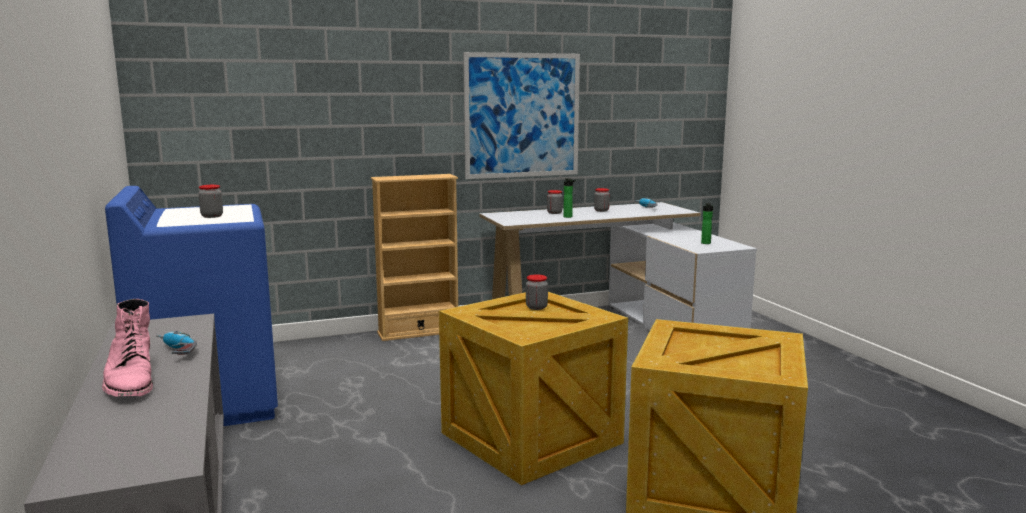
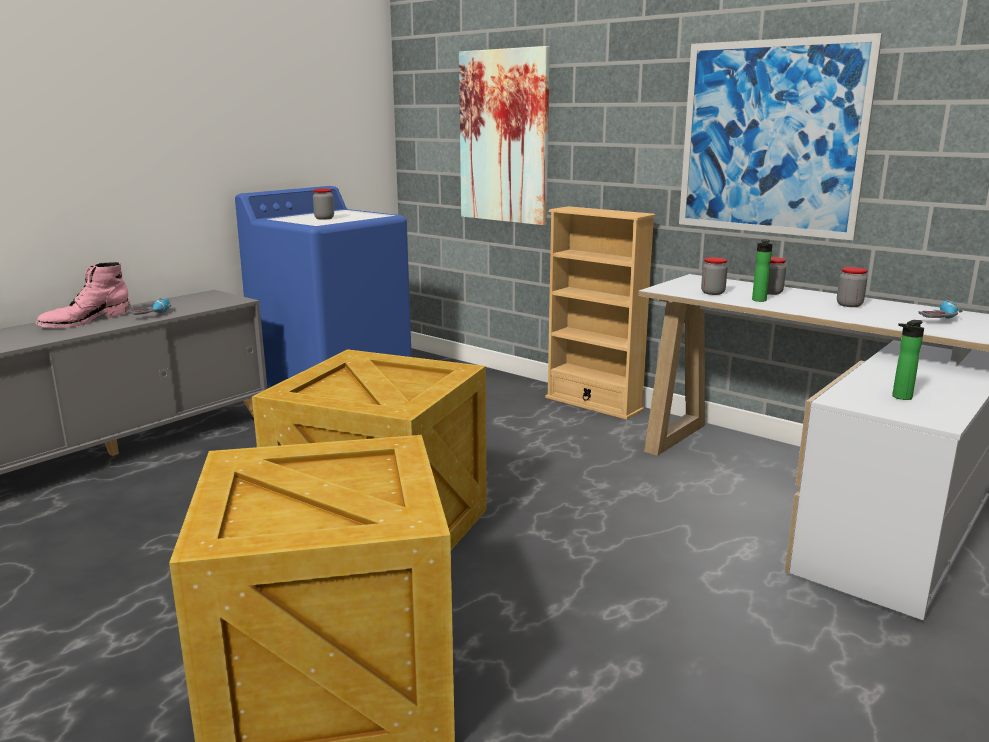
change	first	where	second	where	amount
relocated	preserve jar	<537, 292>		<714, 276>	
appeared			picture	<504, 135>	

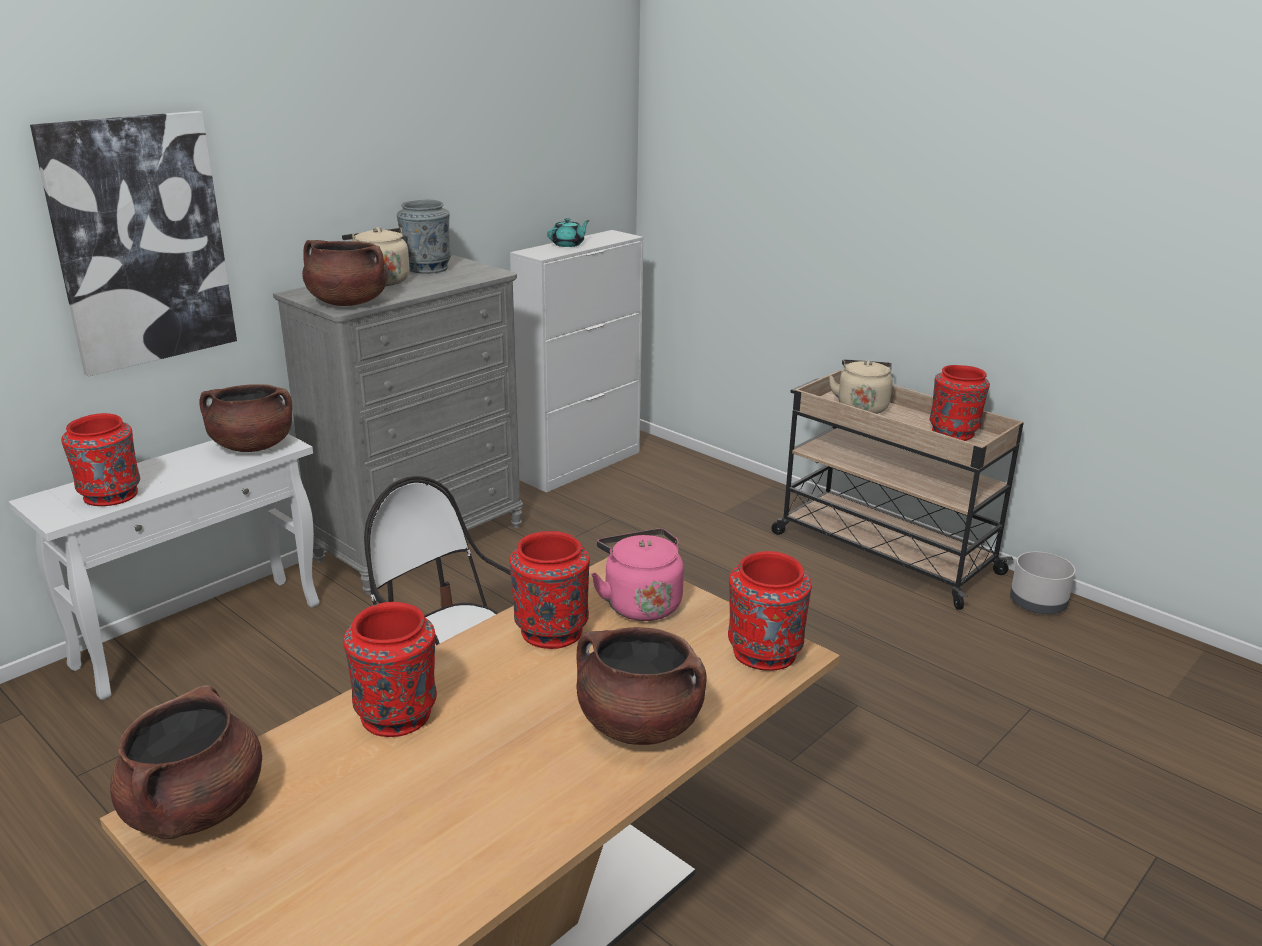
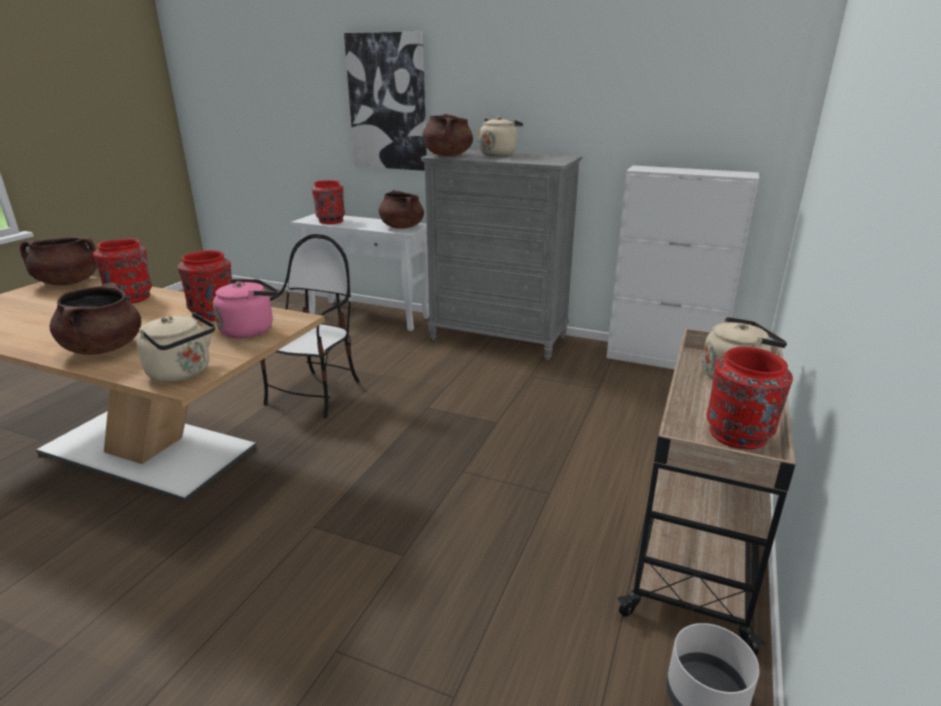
change	first	where	second	where	amount
missing	gray vase	<424, 237>			
missing	turquoise-coloured pot for tea	<568, 232>			
exchanged	red-coloured vase	<770, 611>	beige-coloured kettle	<176, 347>	

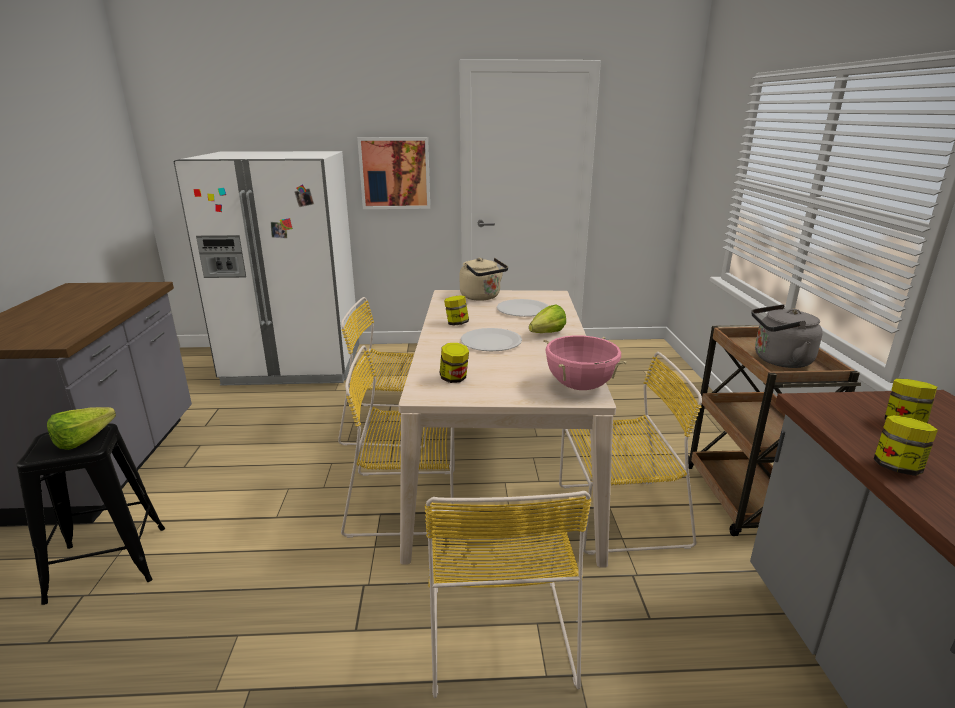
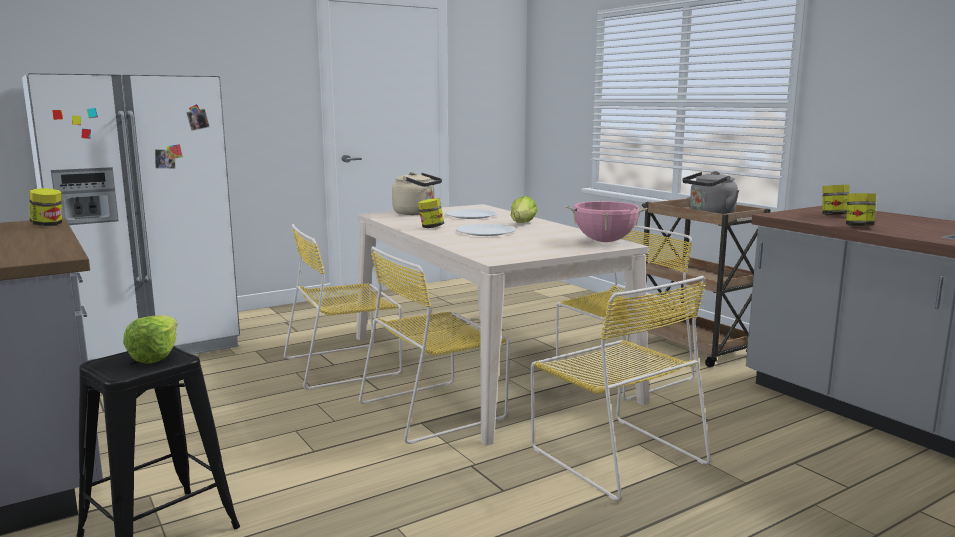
change	first	where	second	where	amount
missing	picture	<393, 173>			
relocated	preserve jar	<454, 363>		<45, 207>	

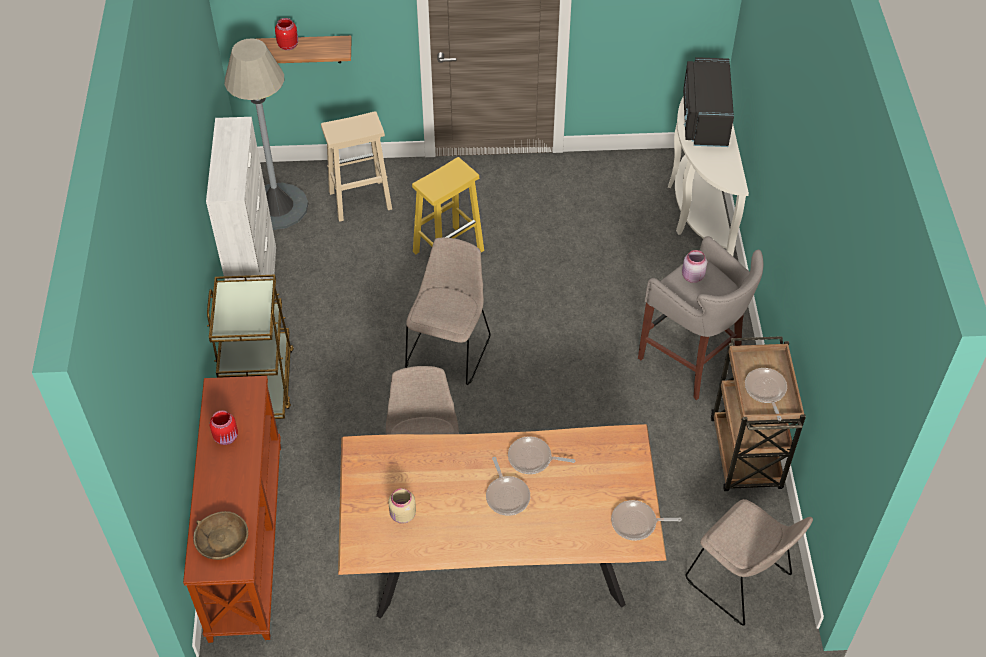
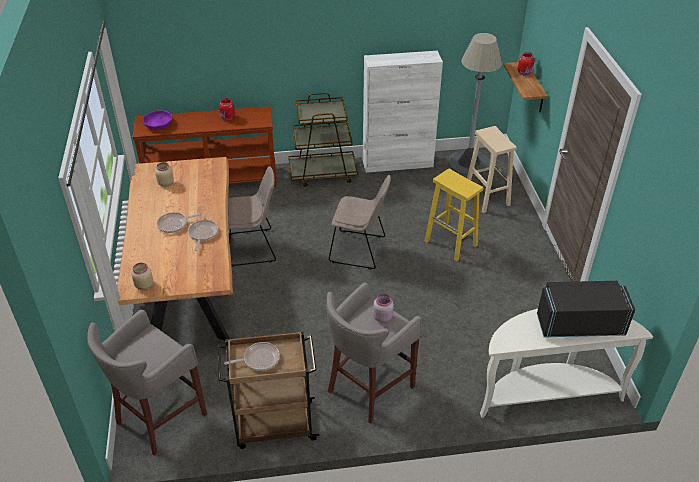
change	first	where	second	where	amount
colour	brownish bowl	<220, 535>	purplish bowl	<157, 120>	
exchanged	frying pan	<646, 520>	beige-coloured preserve jar	<142, 276>	
exchanged	beige-coloured chair	<749, 562>	gray stool seat	<147, 383>	

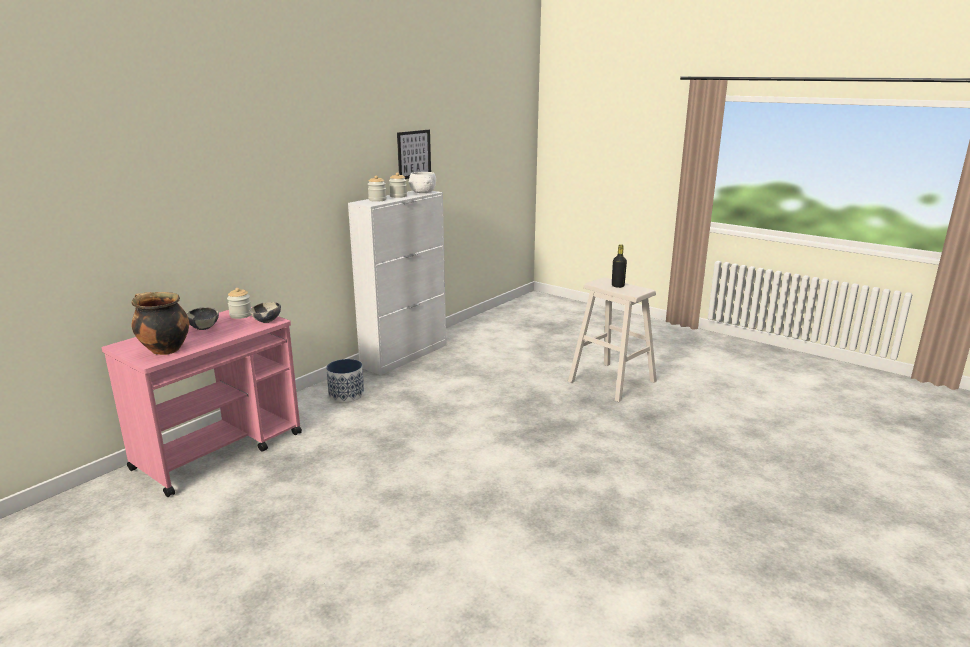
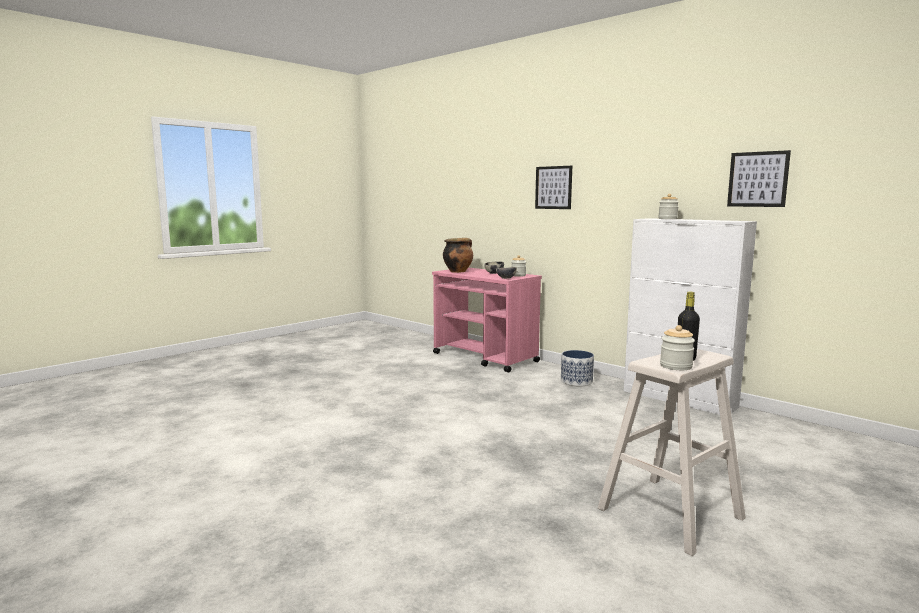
change	first	where	second	where	amount
relocated	preserve jar	<398, 185>		<677, 347>	
missing	white bowl	<422, 182>			
appeared			picture	<553, 187>	

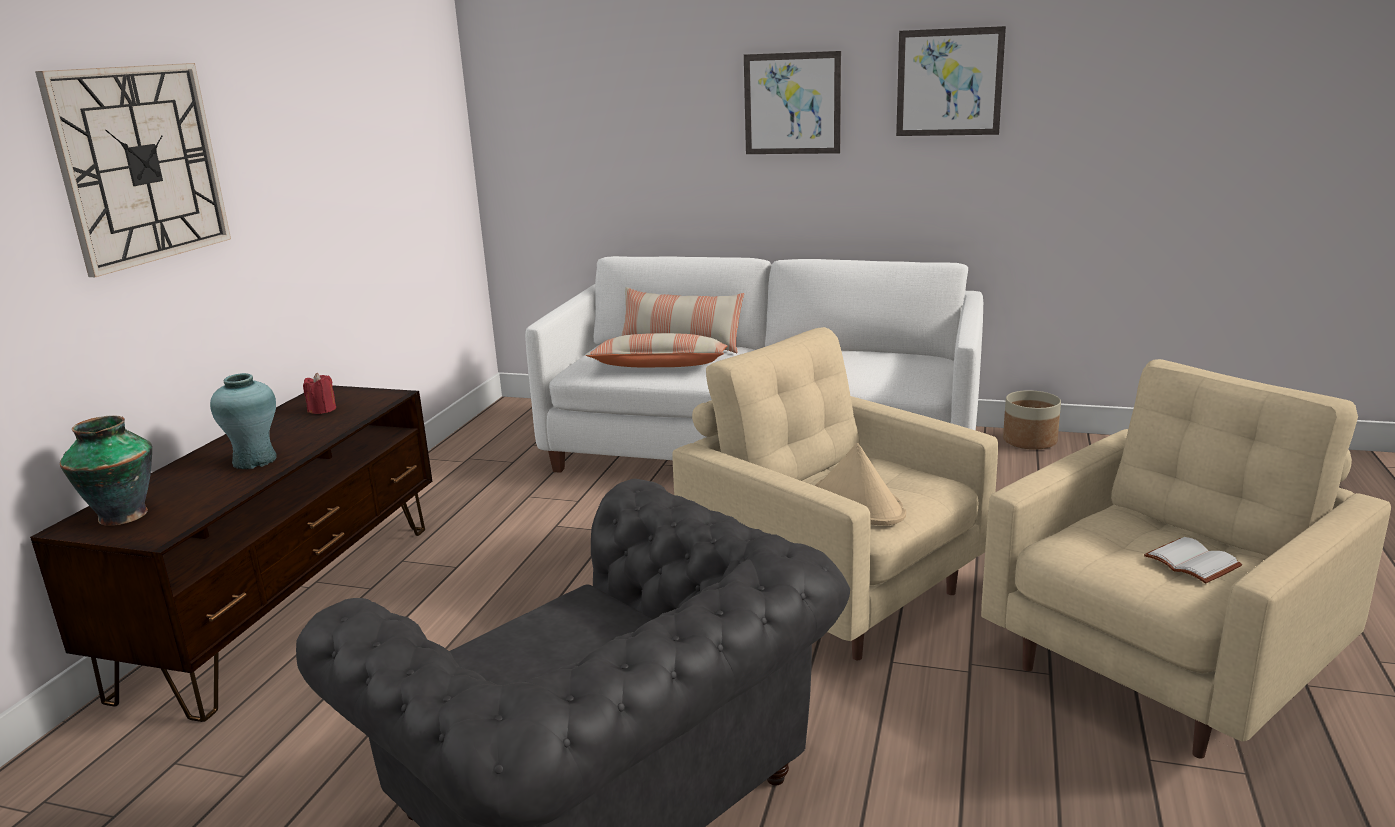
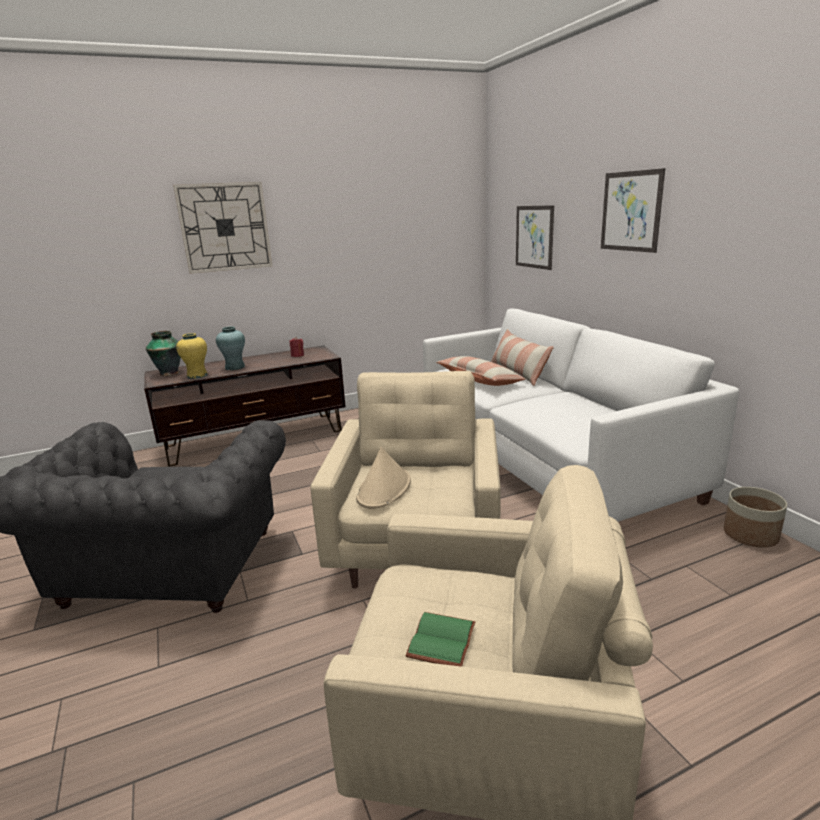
change	first	where	second	where	amount
relocated	picture	<951, 81>		<535, 237>	
colour	white volume	<1193, 560>	greenish volume	<440, 639>	
appeared			yellow-coloured vase	<192, 356>	

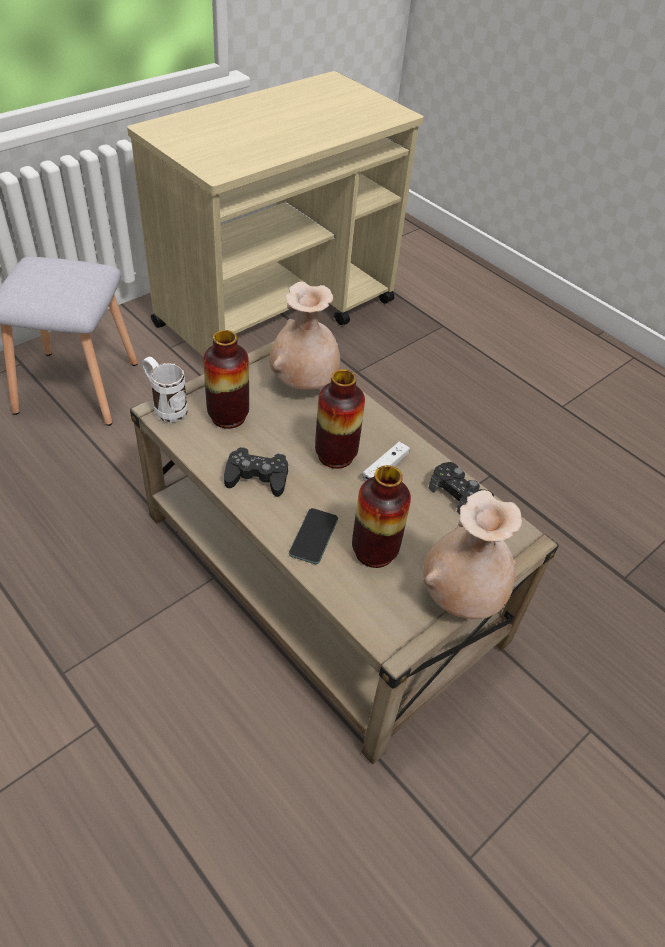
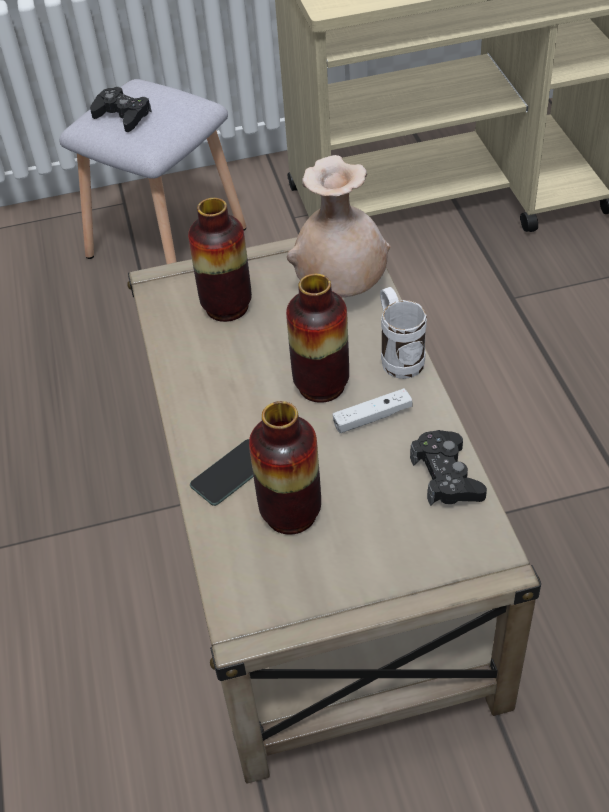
change	first	where	second	where	amount
relocated	white mug	<165, 390>		<403, 333>	
relocated	black-coloured game controller	<256, 472>		<121, 109>	
missing	beige-coloured vase	<472, 554>			

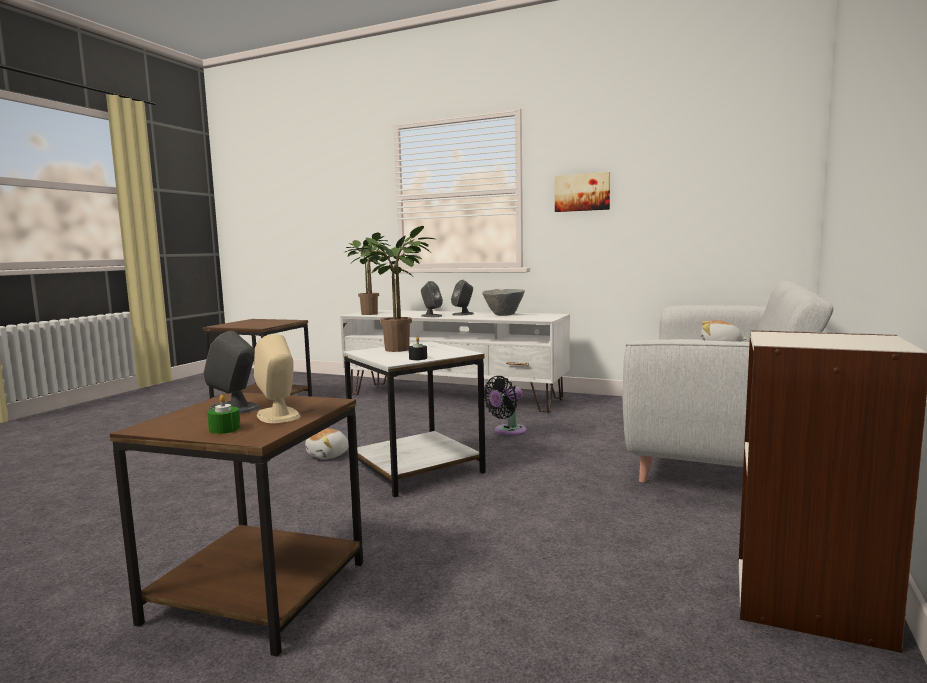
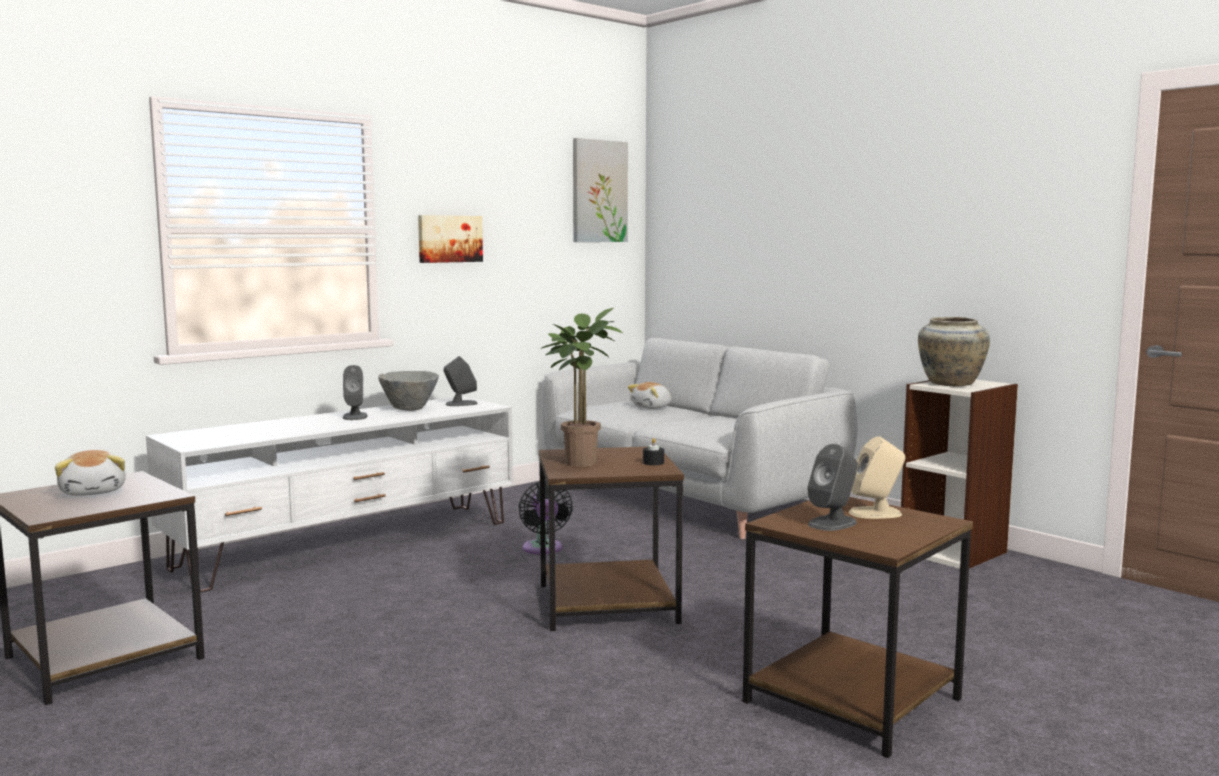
change	first	where	second	where	amount
missing	greenish candle	<224, 414>			
relocated	soft toy	<327, 443>		<90, 473>	
colour	white side table	<414, 419>	brownish side table	<611, 539>	
missing	potted plant	<367, 273>			
relocated	gray loudspeaker	<432, 299>		<461, 381>	
appeared			picture	<600, 190>	
appeared			beige-coloured vase	<954, 351>	

